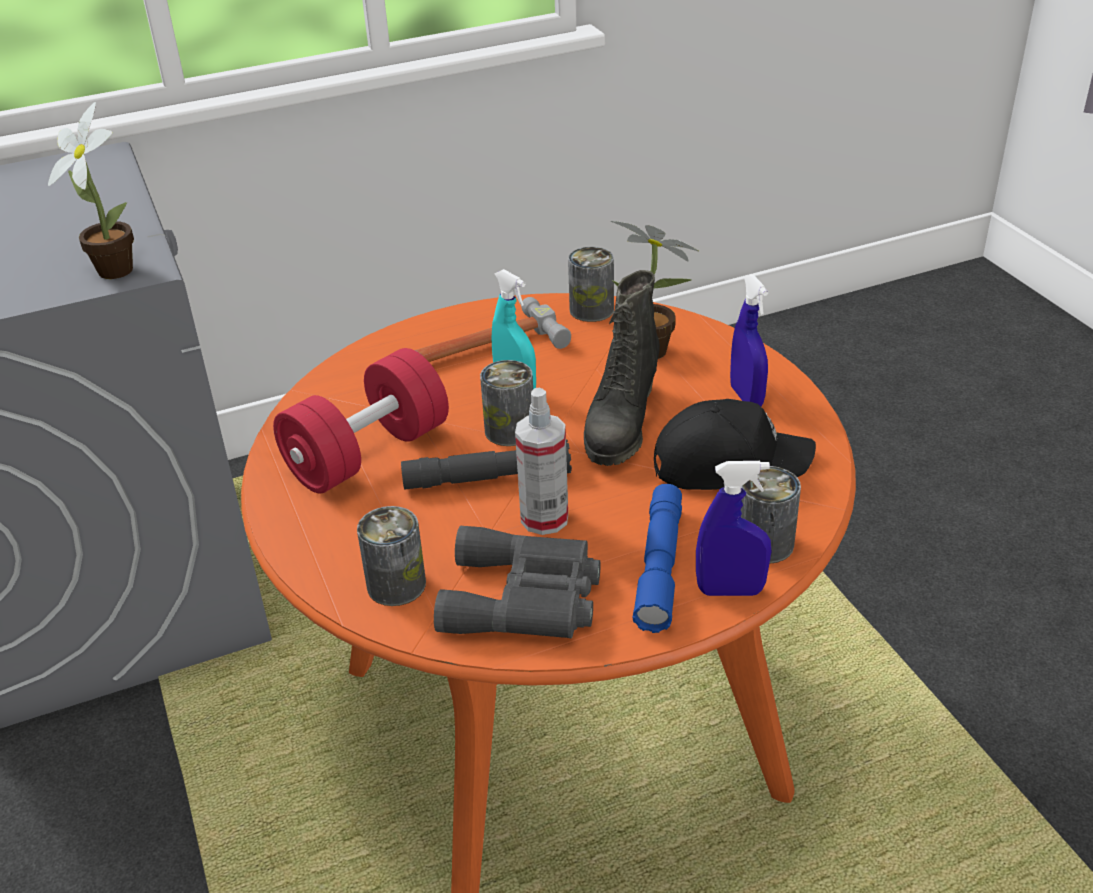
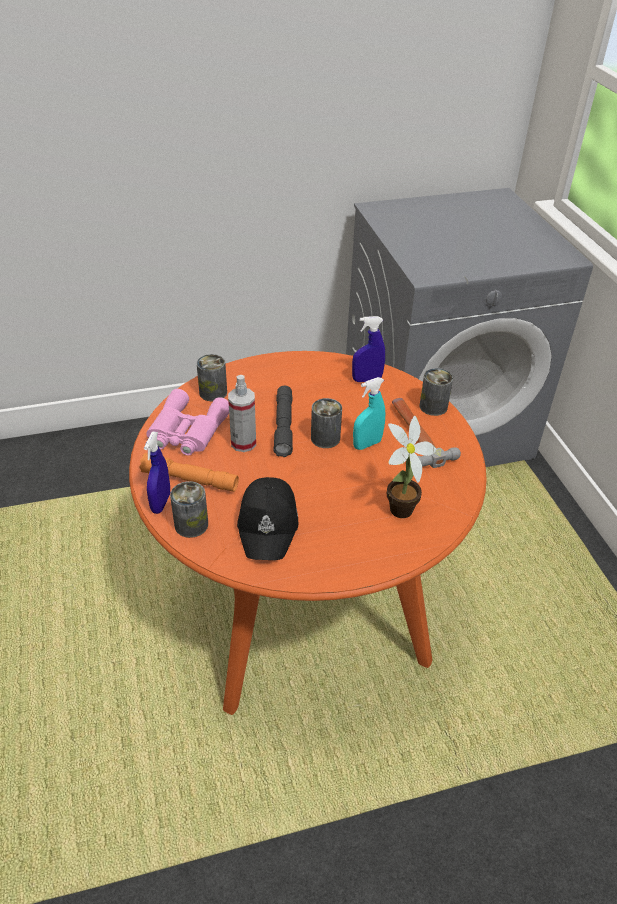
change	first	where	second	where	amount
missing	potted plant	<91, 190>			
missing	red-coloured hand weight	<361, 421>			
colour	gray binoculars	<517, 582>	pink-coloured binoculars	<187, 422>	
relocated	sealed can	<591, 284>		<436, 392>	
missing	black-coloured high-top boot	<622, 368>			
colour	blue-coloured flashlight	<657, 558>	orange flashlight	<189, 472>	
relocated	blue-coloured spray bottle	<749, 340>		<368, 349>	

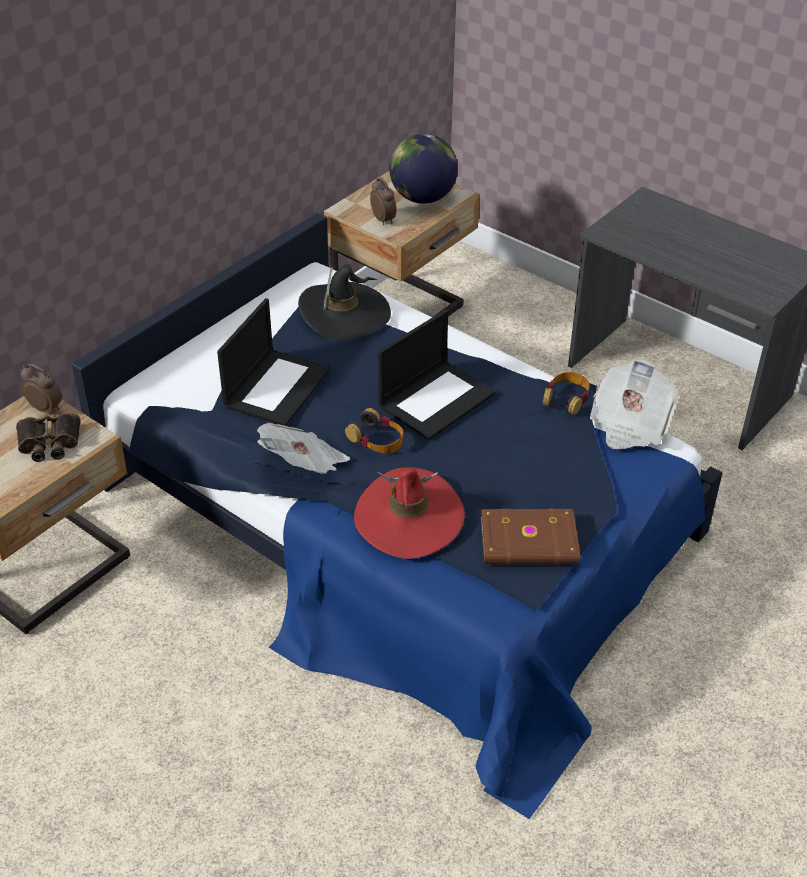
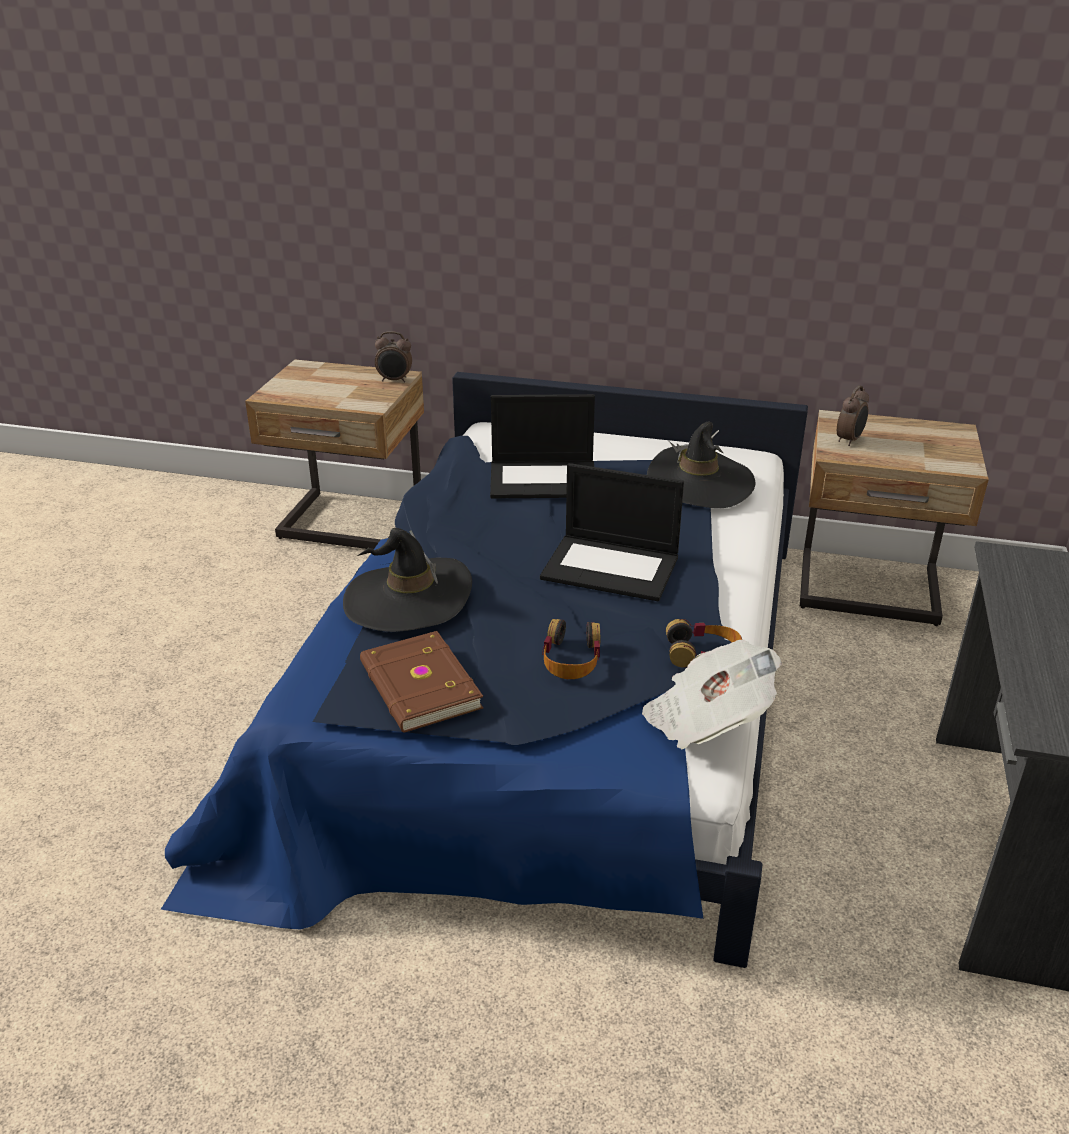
change	first	where	second	where	amount
missing	binoculars	<48, 437>			
spun	table clock	<41, 389>		<393, 357>	90 degrees clockwise
missing	printed paper	<303, 448>			
relocated	pair of headphones	<374, 431>		<571, 649>	
colour	red-coloured wearable hat	<409, 513>	black-coloured wearable hat	<407, 580>	
missing	globe	<423, 169>			

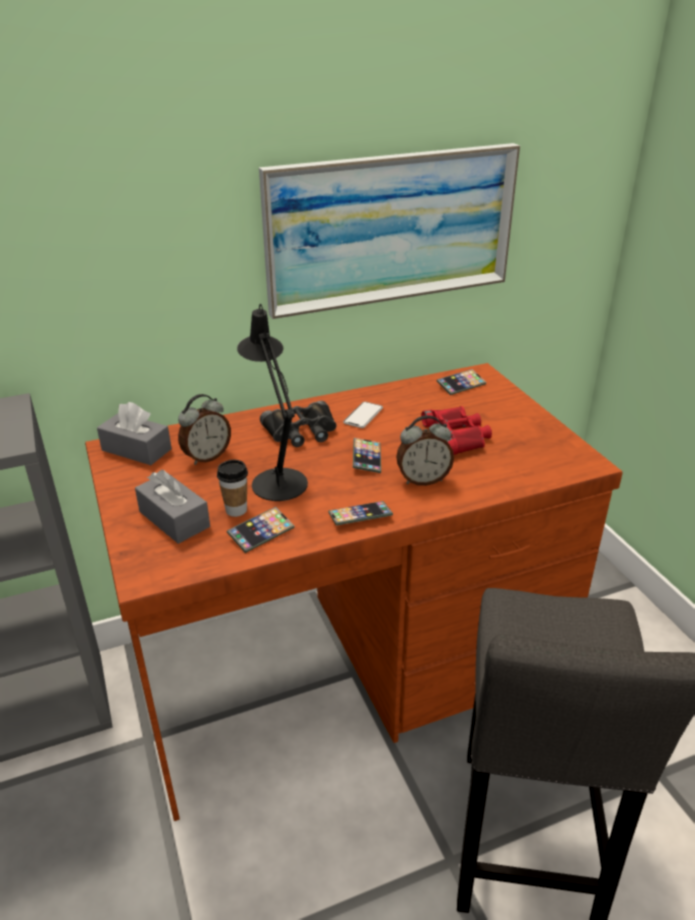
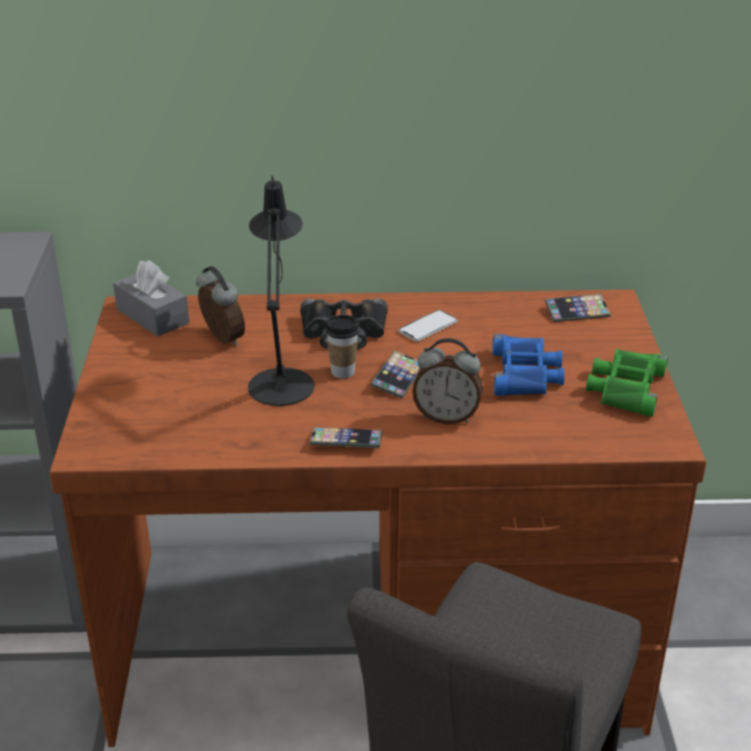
change	first	where	second	where	amount
missing	gray tissue box	<172, 507>			
spun	table clock	<204, 429>		<220, 306>	105 degrees counterclockwise
relocated	drinking cup	<232, 488>		<342, 346>	
missing	telephone	<261, 530>			
missing	picture	<389, 231>			
colour	red-coloured binoculars	<456, 430>	blue-coloured binoculars	<529, 365>	
appeared			greenish binoculars	<627, 383>	

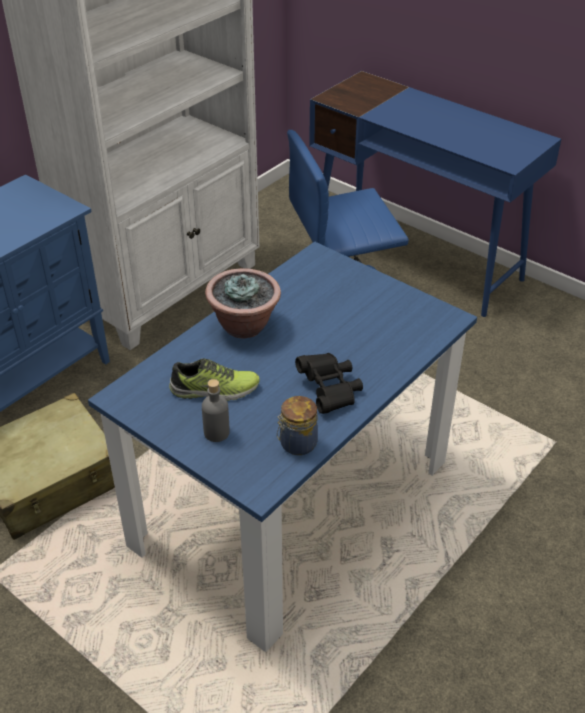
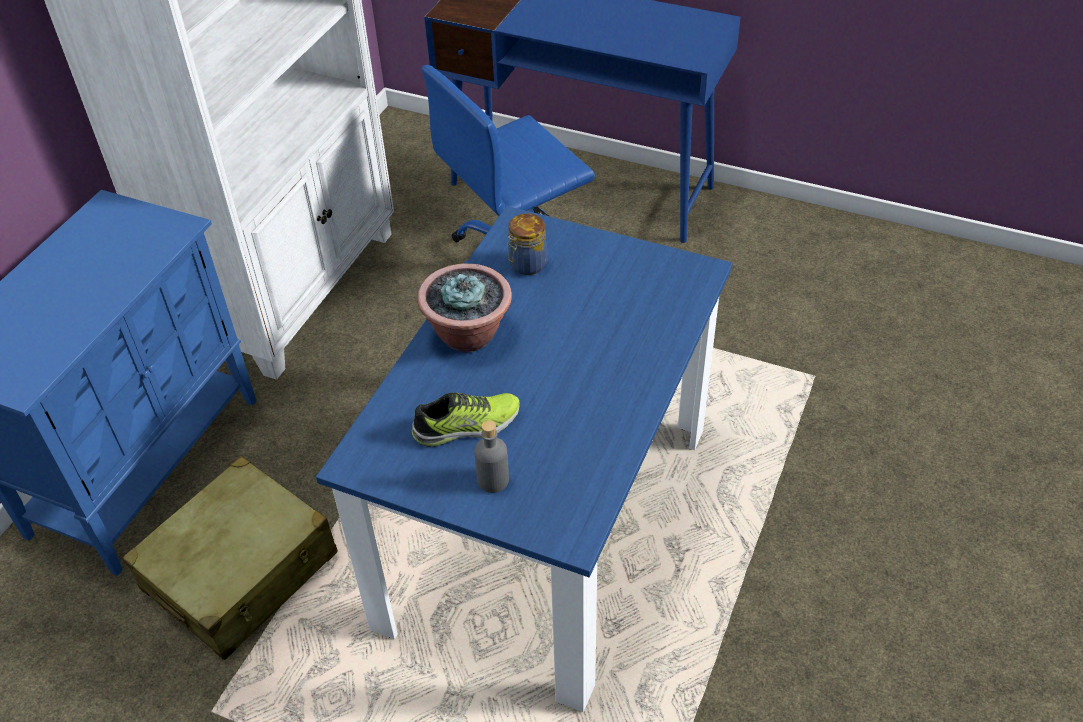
change	first	where	second	where	amount
relocated	preserve jar	<297, 425>		<527, 244>	
missing	black-coloured binoculars	<329, 383>			

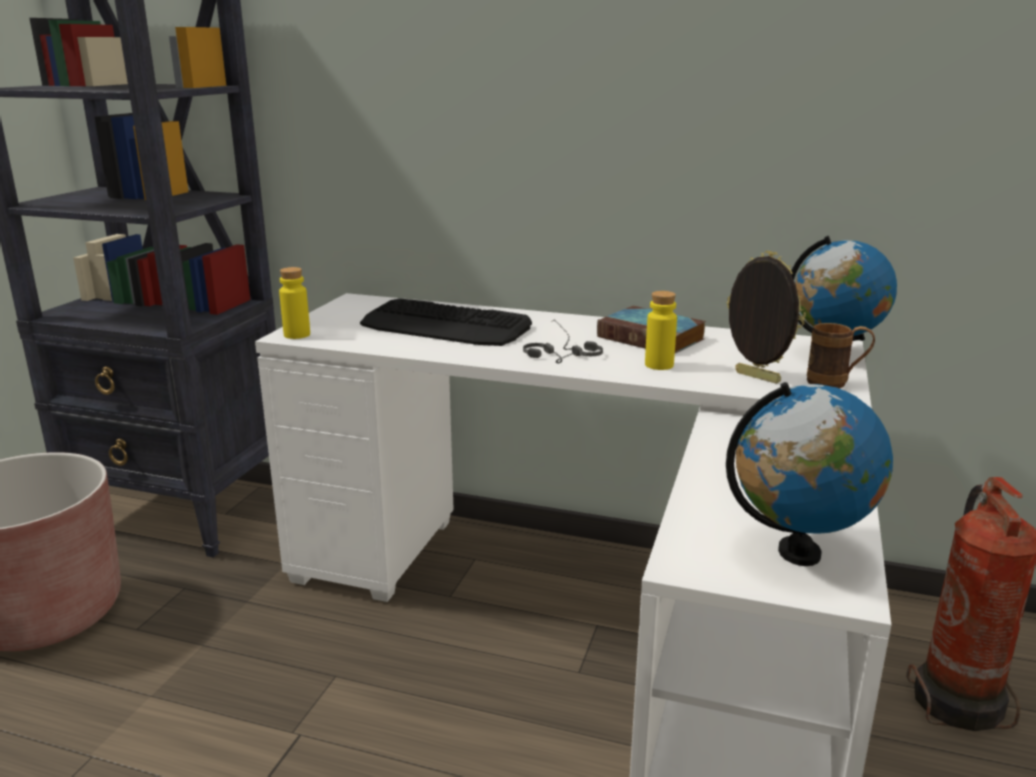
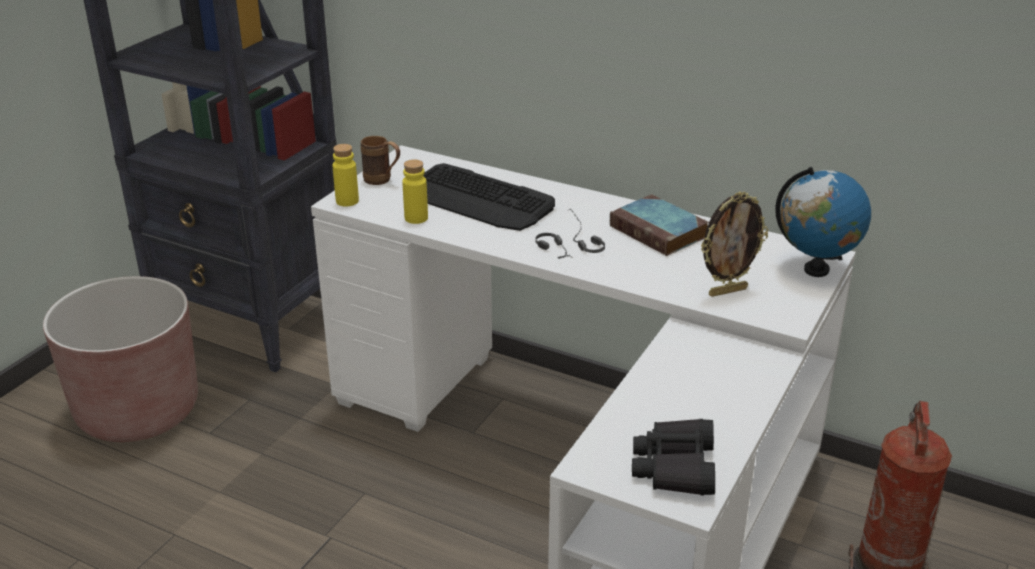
change	first	where	second	where	amount
relocated	yellow-coloured bottle	<661, 330>		<415, 191>	
spun	picture frame	<766, 317>		<735, 244>	105 degrees clockwise
exchanged	globe	<809, 474>	black-coloured binoculars	<673, 457>	
relocated	brownish mug	<841, 356>		<380, 160>	

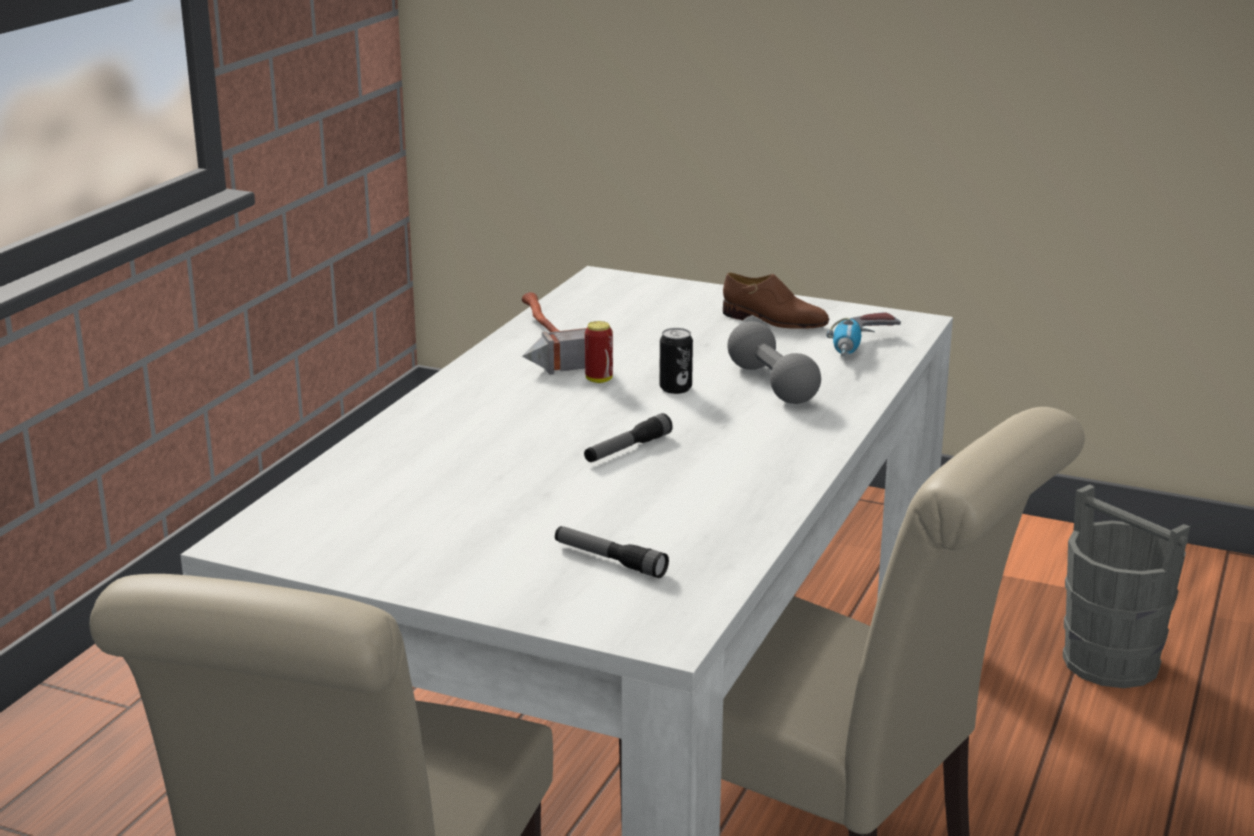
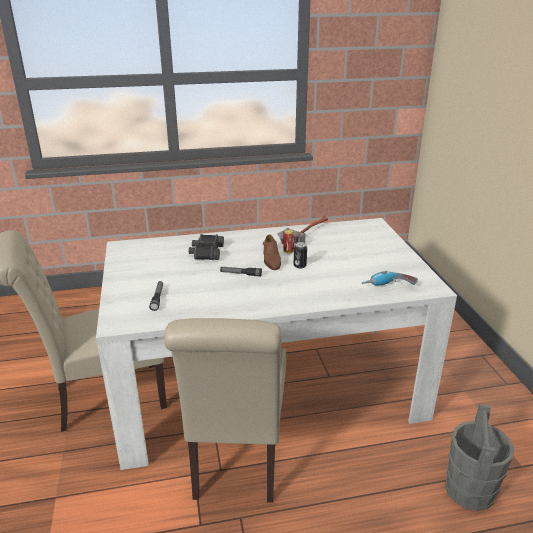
change	first	where	second	where	amount
relocated	brownish item of footwear	<776, 301>		<272, 252>	
missing	gray hand weight	<774, 362>			
appeared			black-coloured binoculars	<206, 247>	

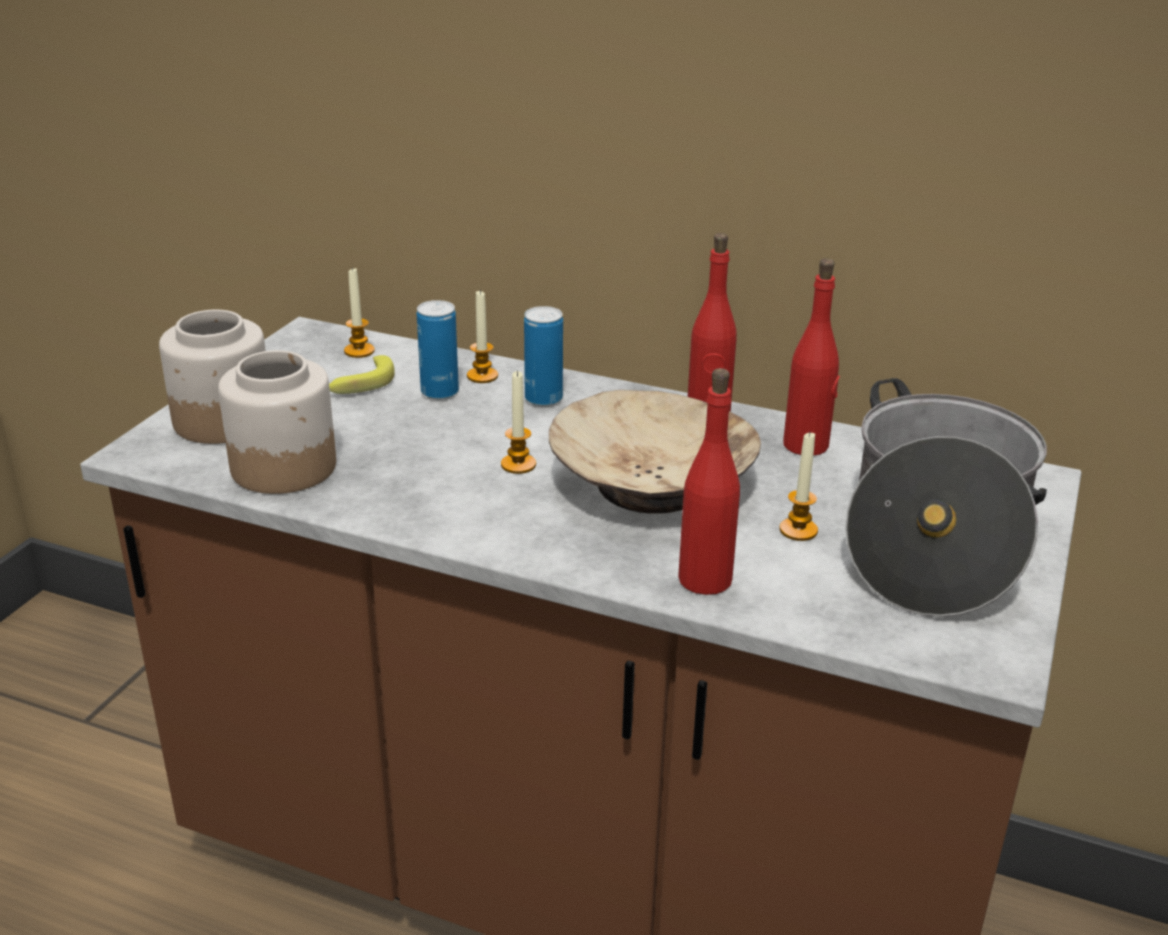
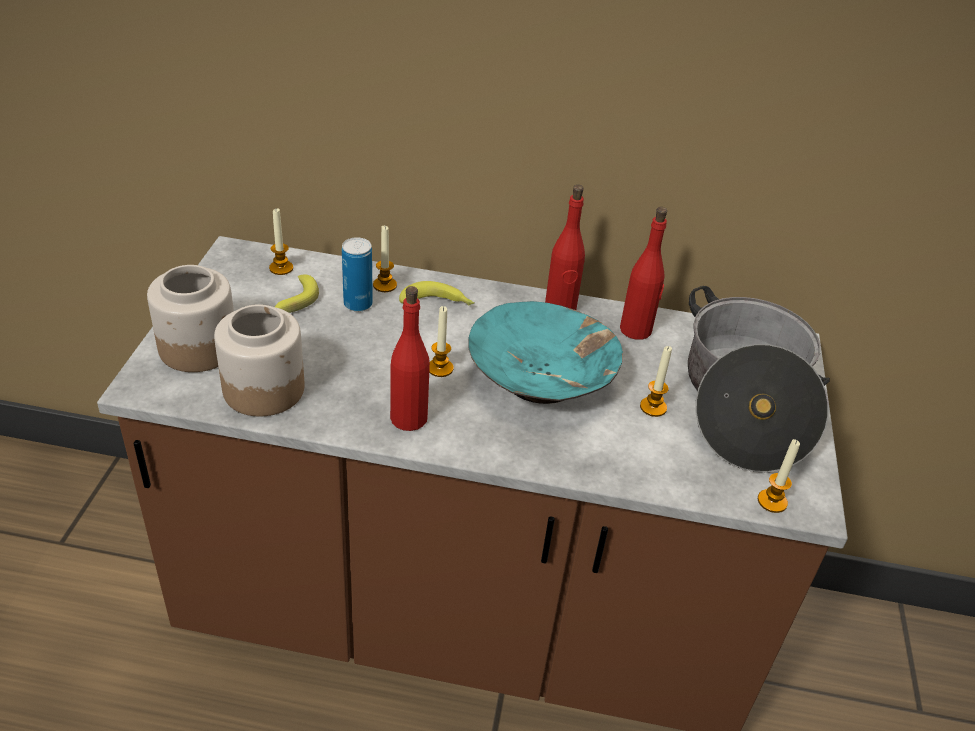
change	first	where	second	where	amount
exchanged	sealed can	<543, 356>	banana	<437, 293>	
colour	beige-coloured bowl	<655, 452>	turquoise-coloured bowl	<546, 352>	
relocated	red-coloured bottle	<709, 481>		<410, 358>	
appeared			candle	<779, 476>	

